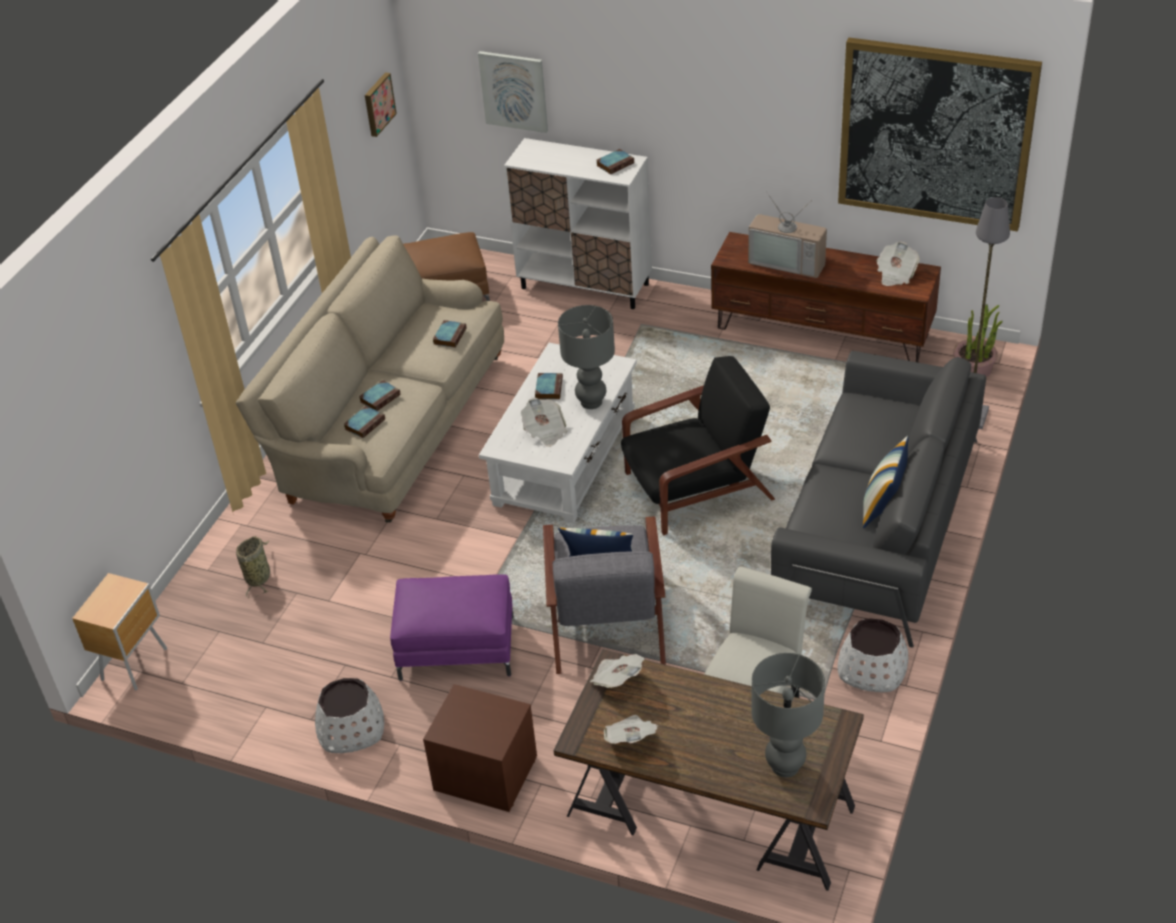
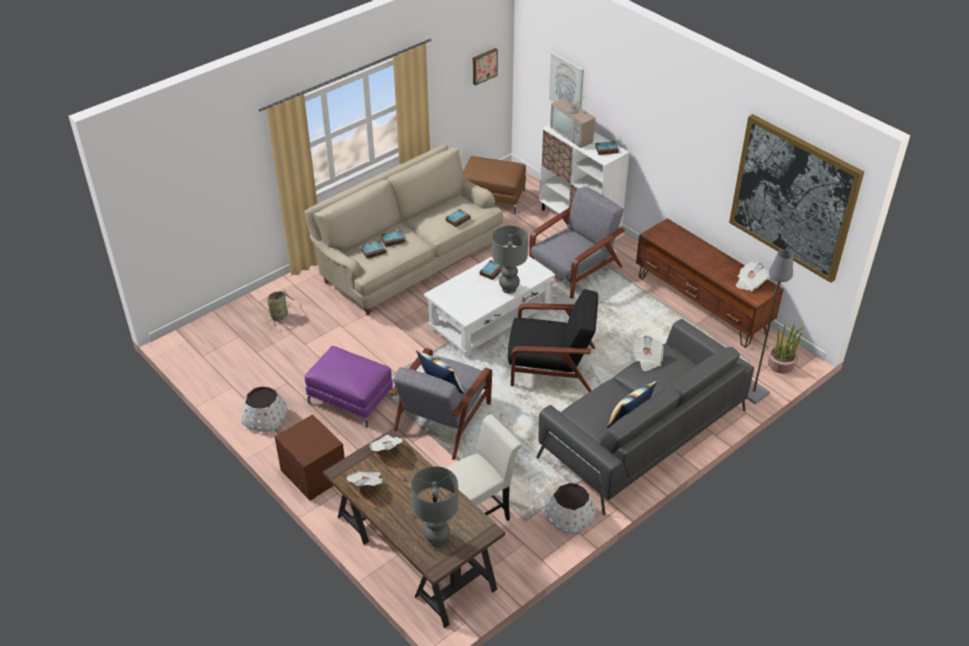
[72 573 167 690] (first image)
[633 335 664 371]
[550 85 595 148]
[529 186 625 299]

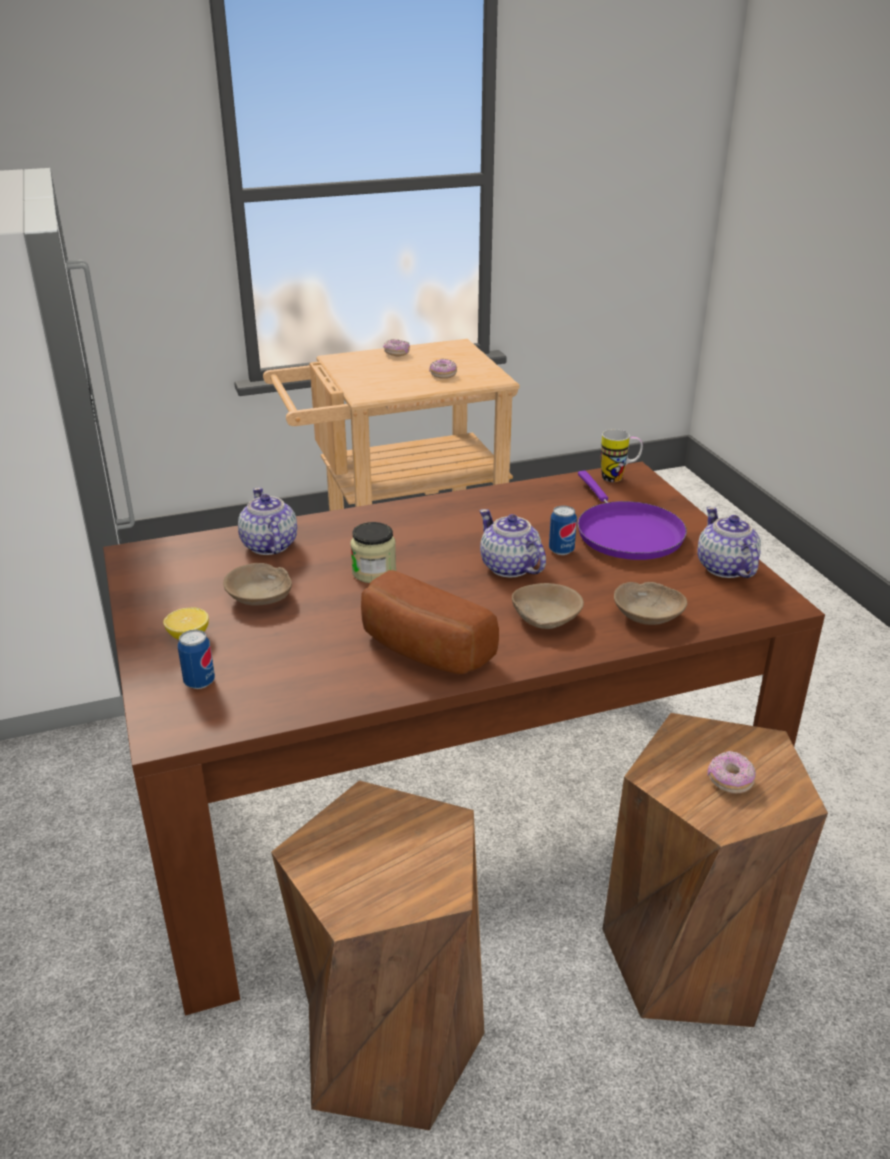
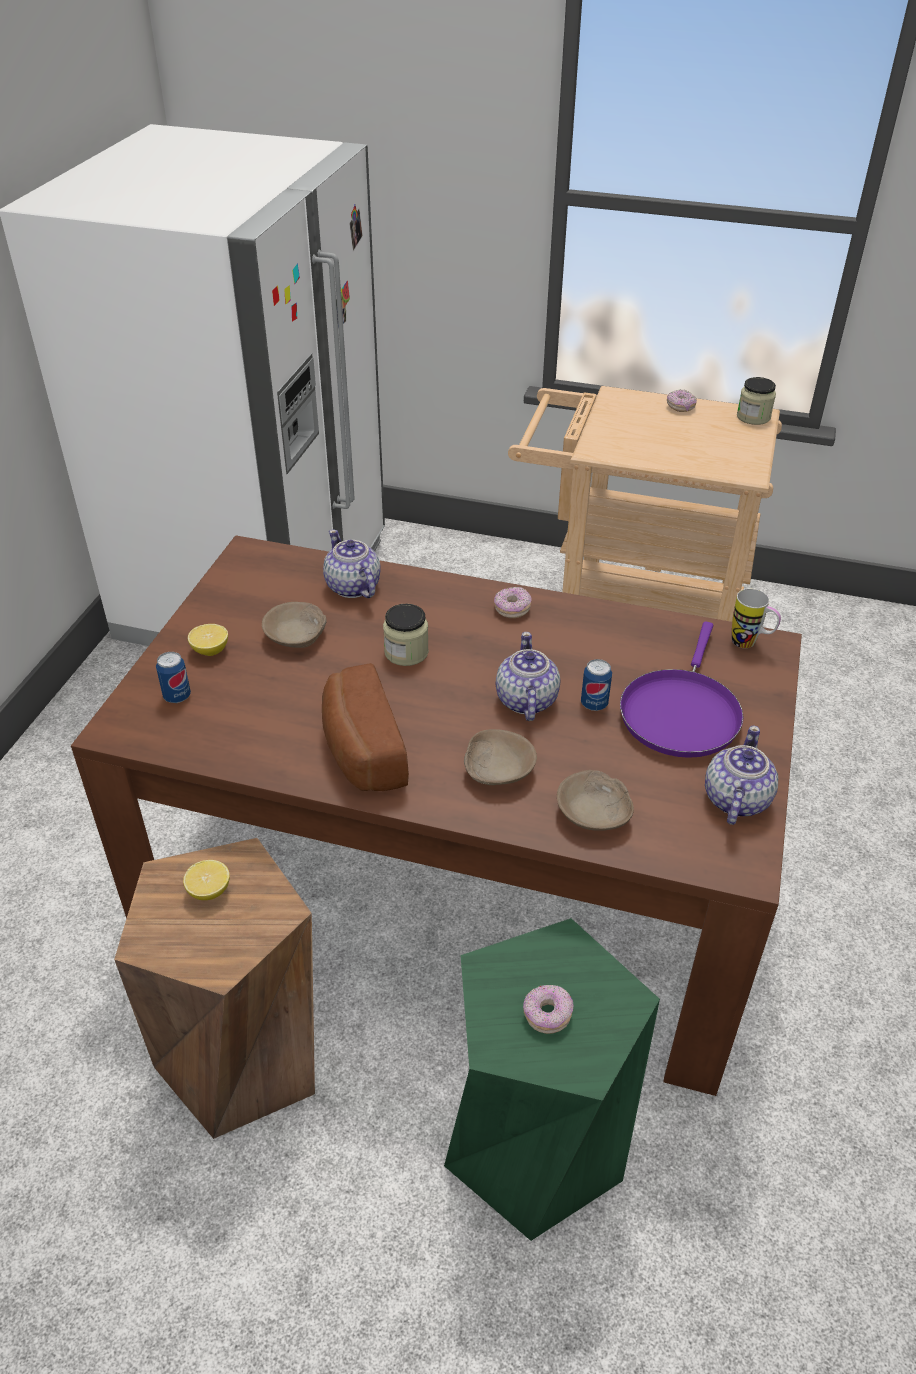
[323 530 381 598]
[494 587 531 618]
[444 918 660 1241]
[183 860 230 900]
[737 377 776 425]

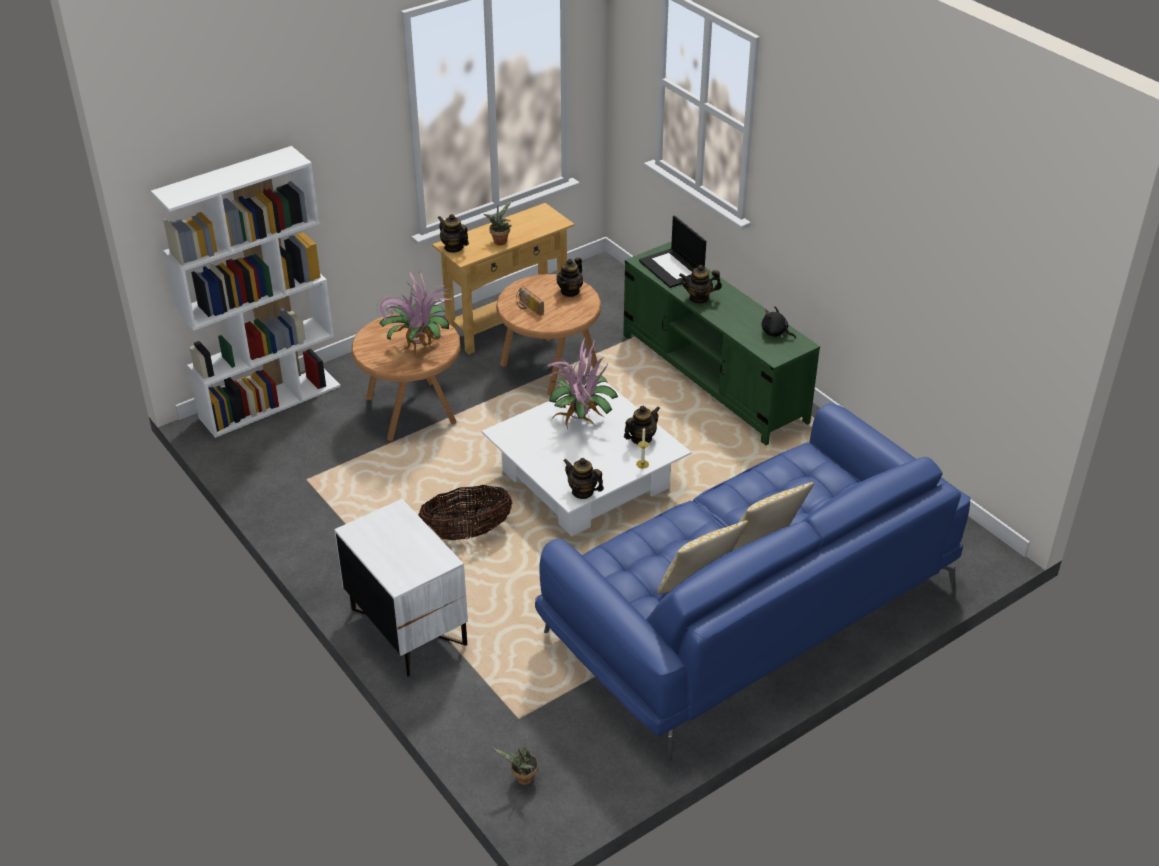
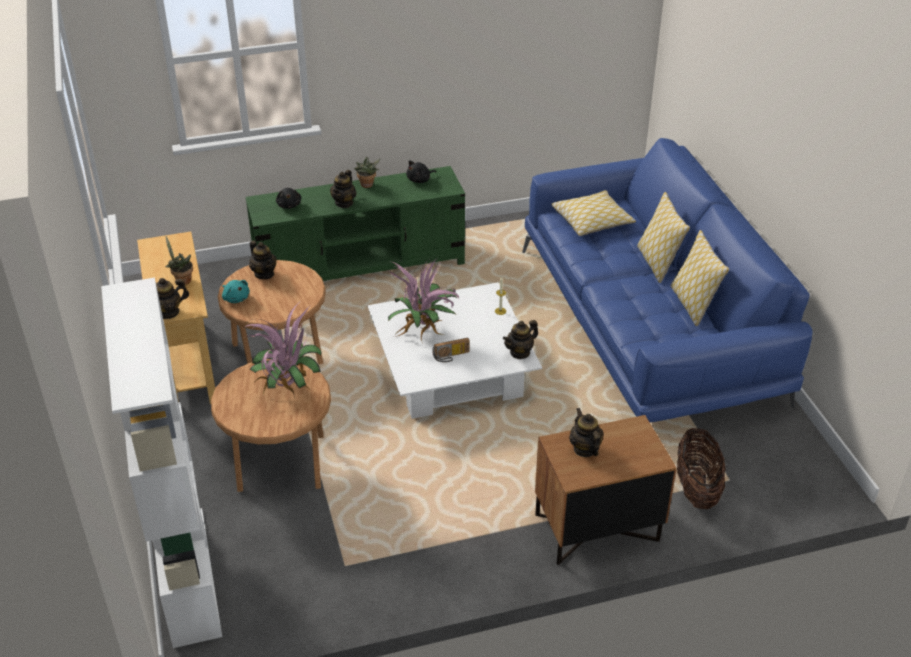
[535 415 677 565]
[677 428 726 509]
[354 157 381 188]
[432 338 470 362]
[569 408 604 457]
[276 188 301 209]
[222 280 250 303]
[551 190 636 236]

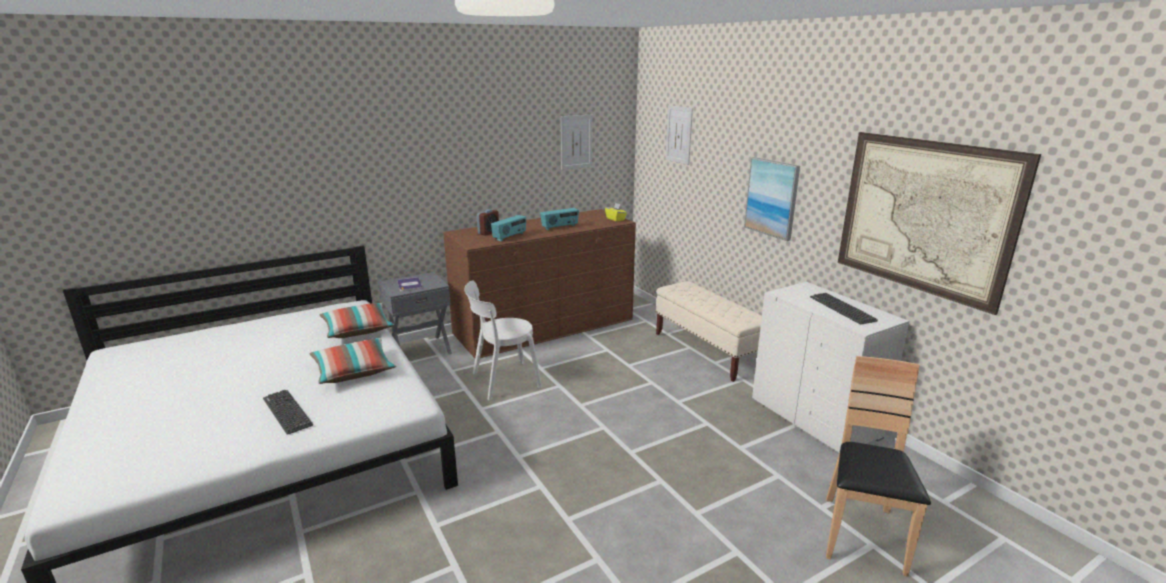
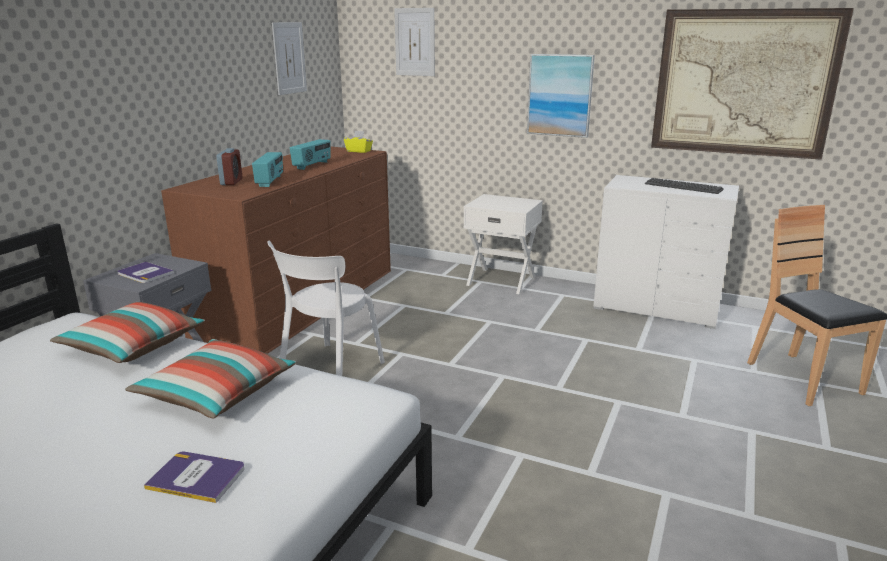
[144 452 244 503]
[464 194 543 294]

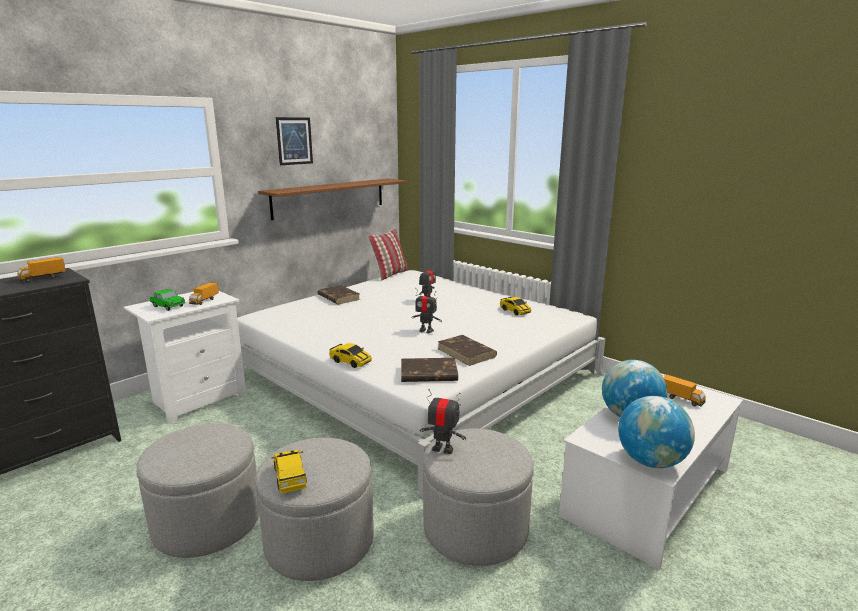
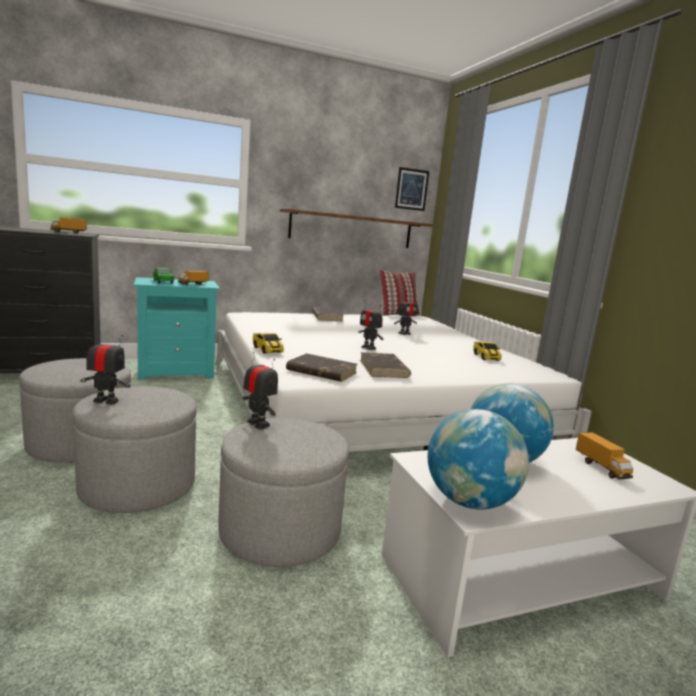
[134 277 220 380]
[80 333 130 404]
[395 167 429 211]

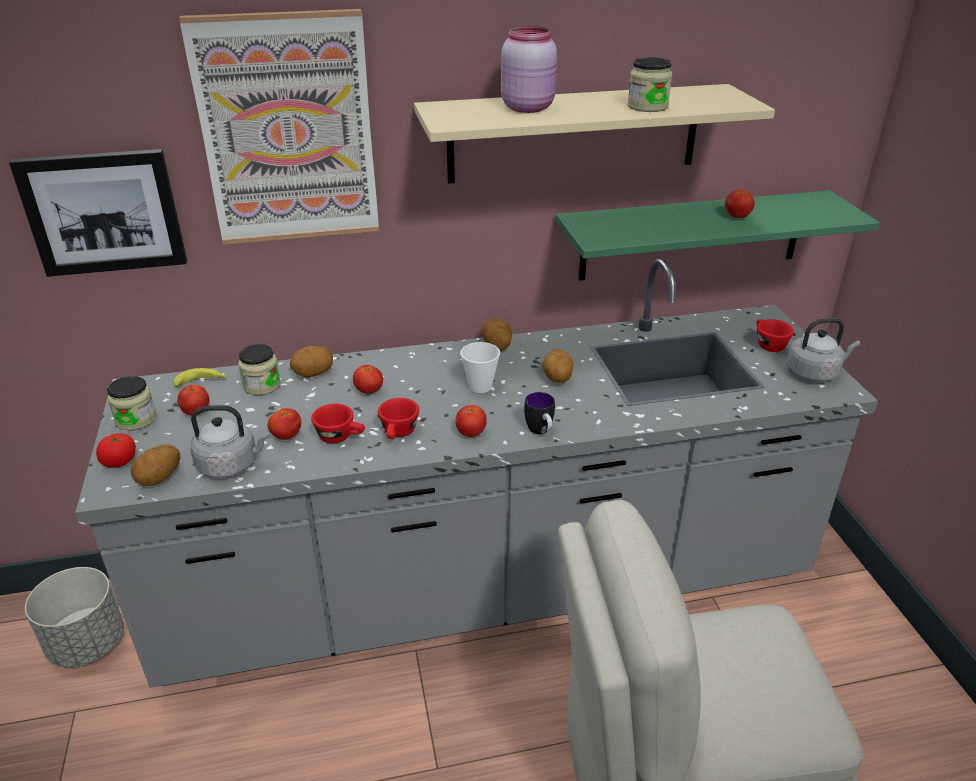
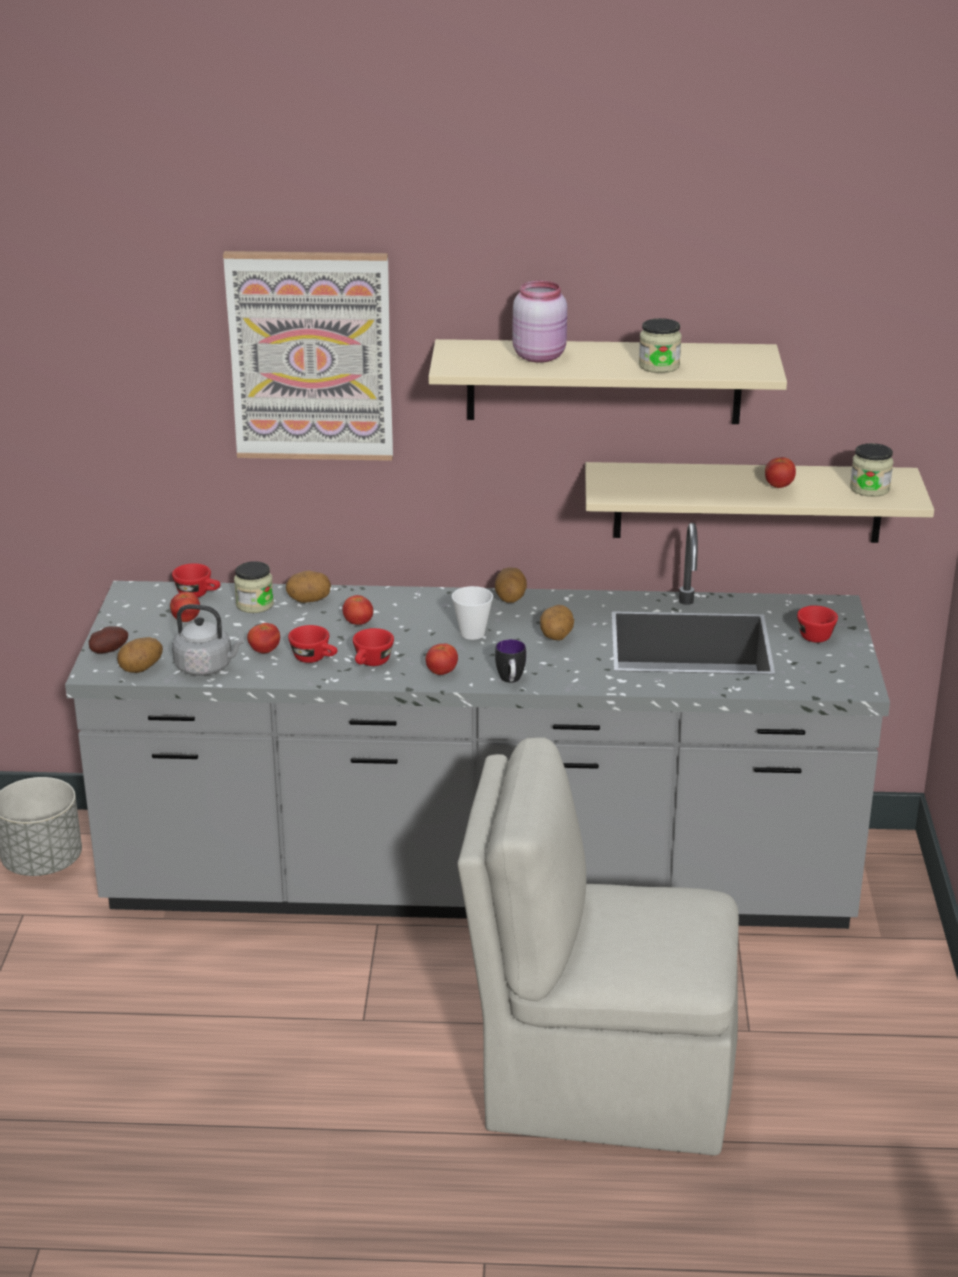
[9 149 187 277] (first image)
[89 626 128 653]
[850 443 893 497]
[172 563 221 597]
[585 462 934 543]
[787 318 860 382] (first image)

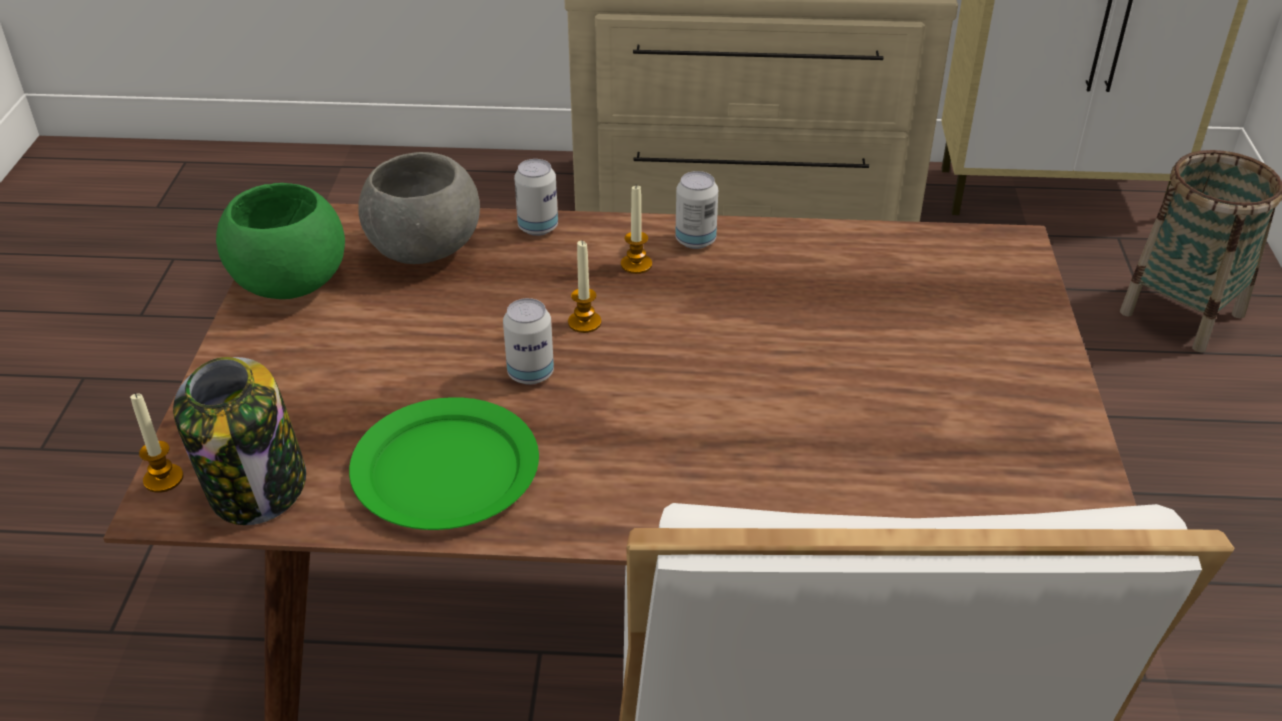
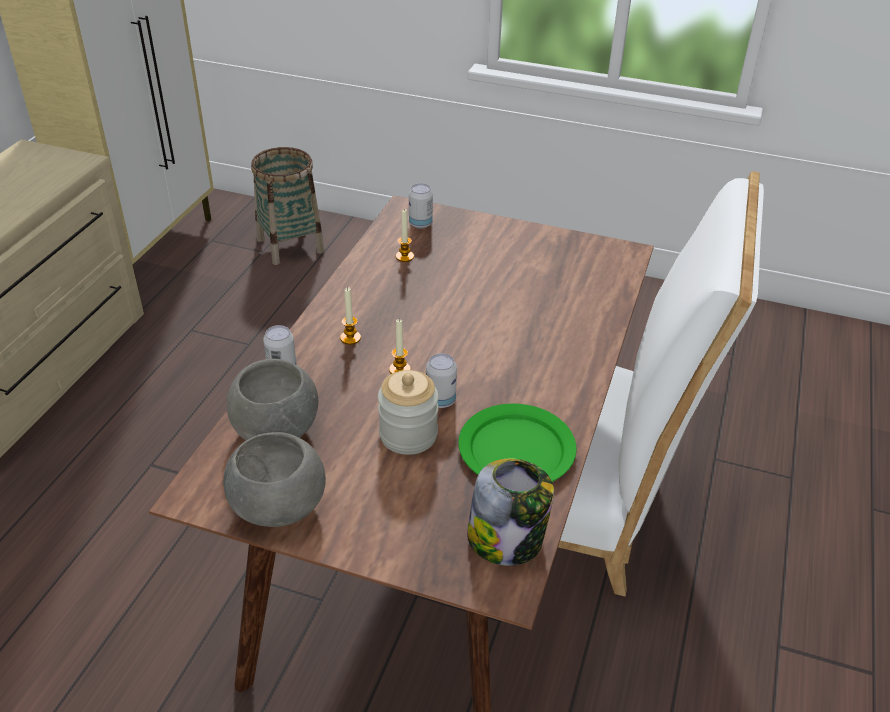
[396 209 414 262]
[223 432 326 527]
[409 183 433 229]
[378 370 439 455]

